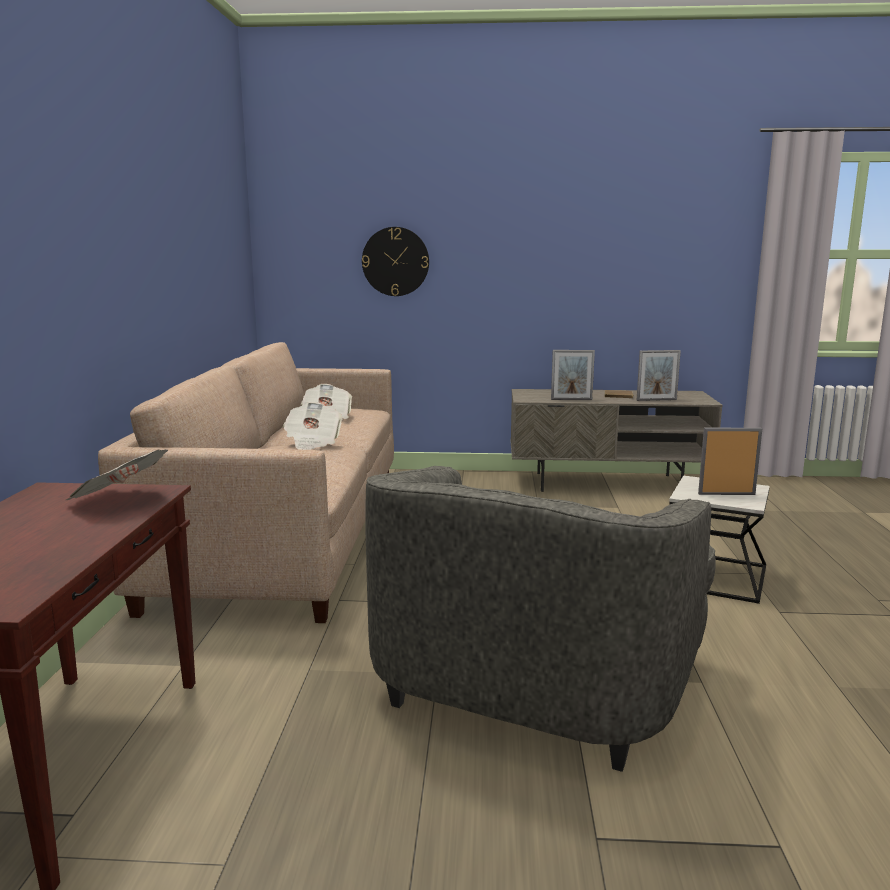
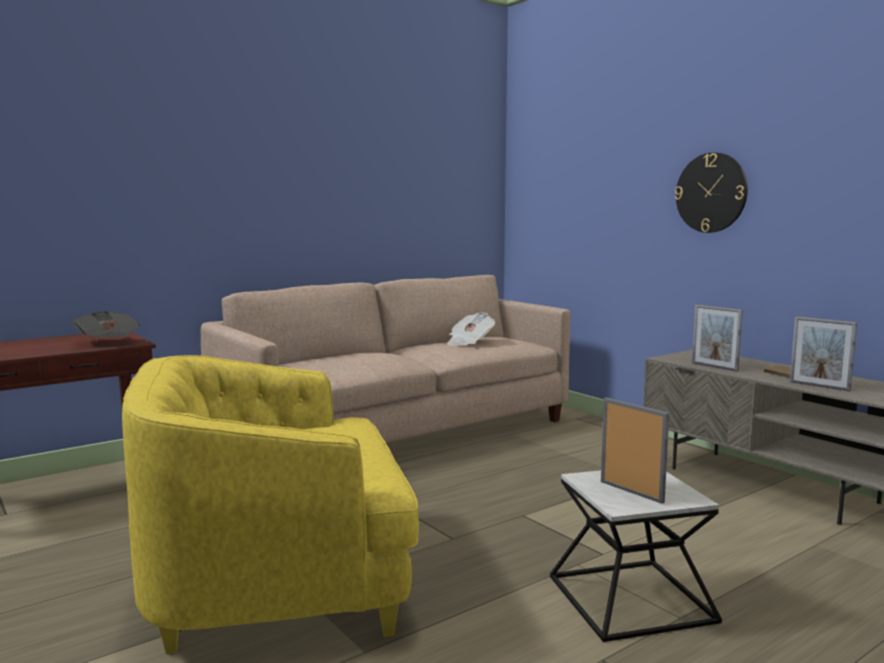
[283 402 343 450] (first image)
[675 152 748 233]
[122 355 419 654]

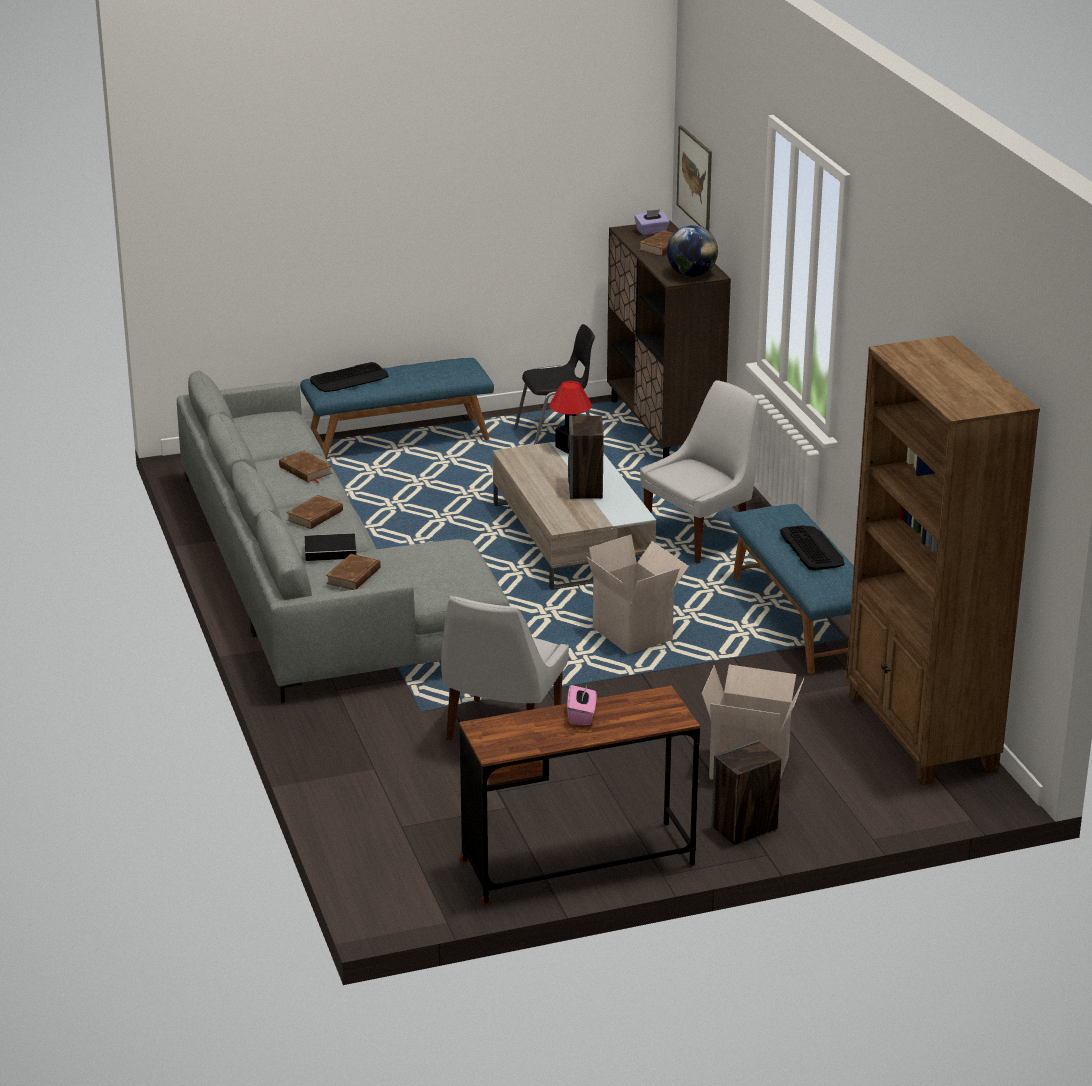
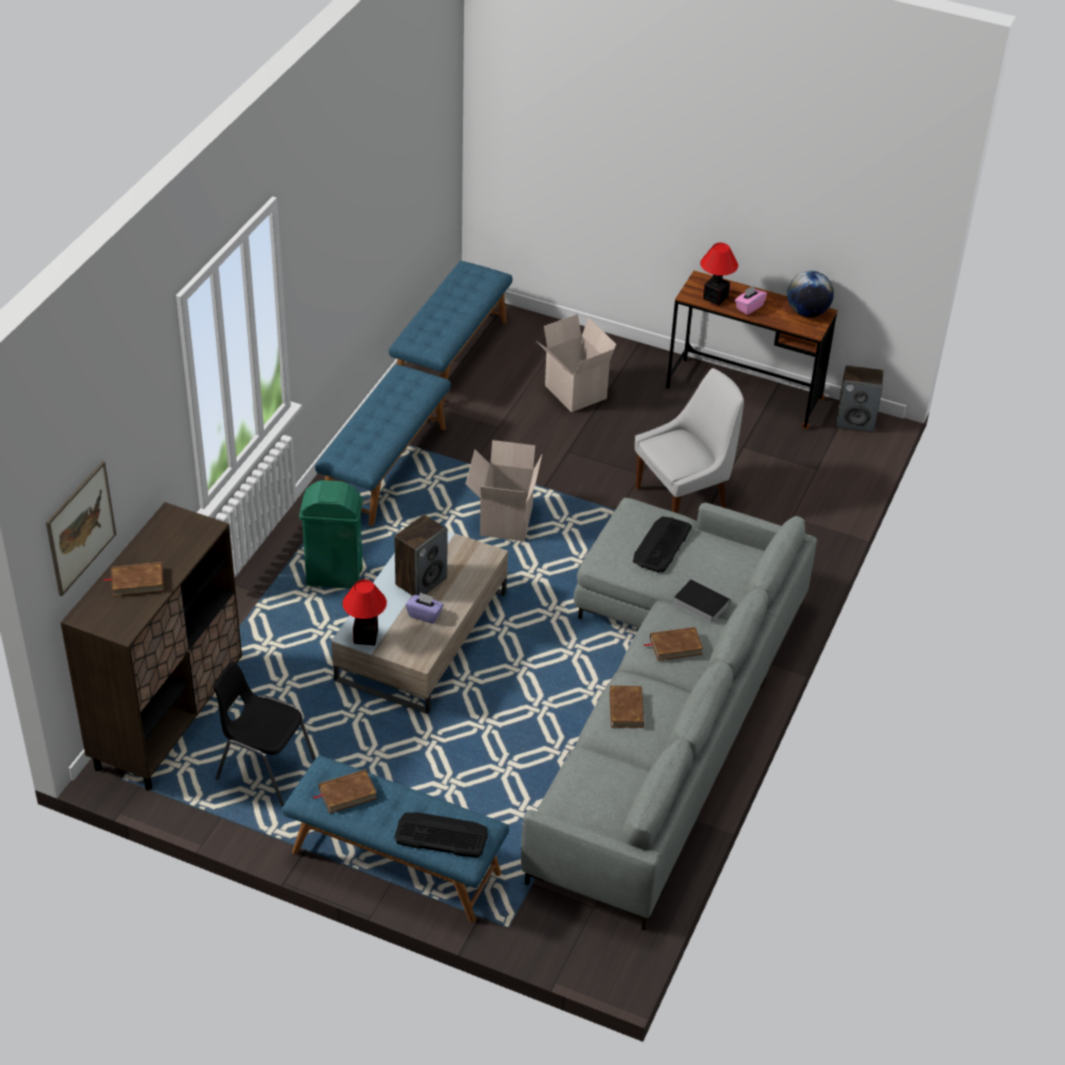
[313 769 377 813]
[406 592 444 624]
[299 480 363 589]
[787 271 834 317]
[836 365 883 433]
[633 517 692 573]
[389 261 513 406]
[700 243 738 306]

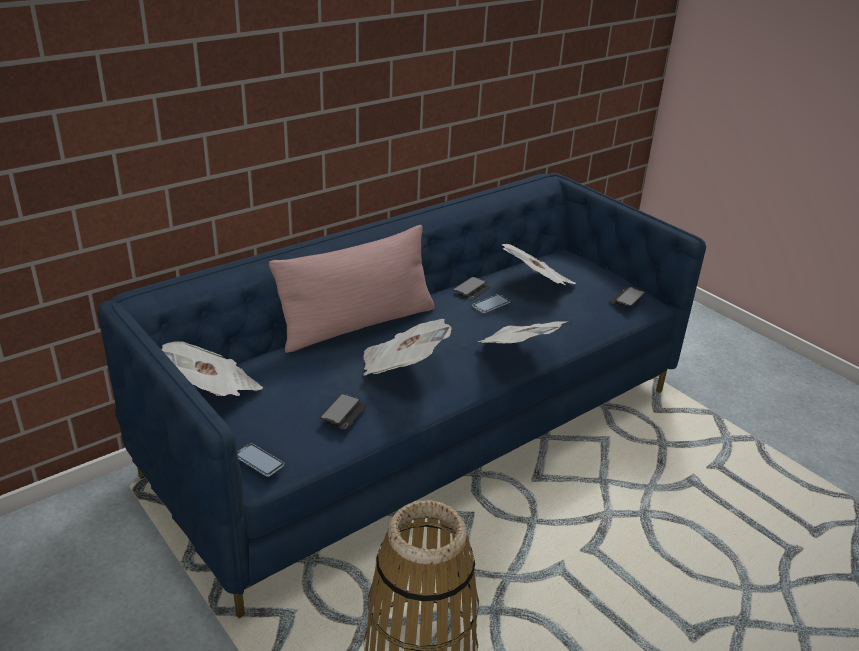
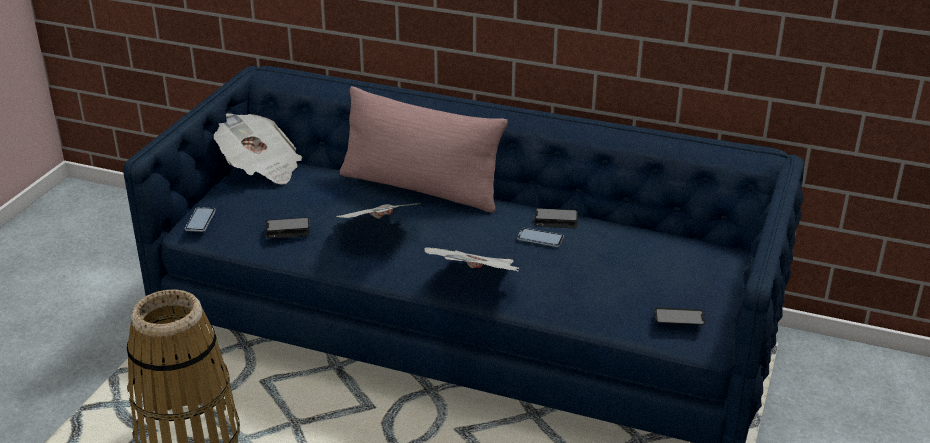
[502 244 576 285] (first image)

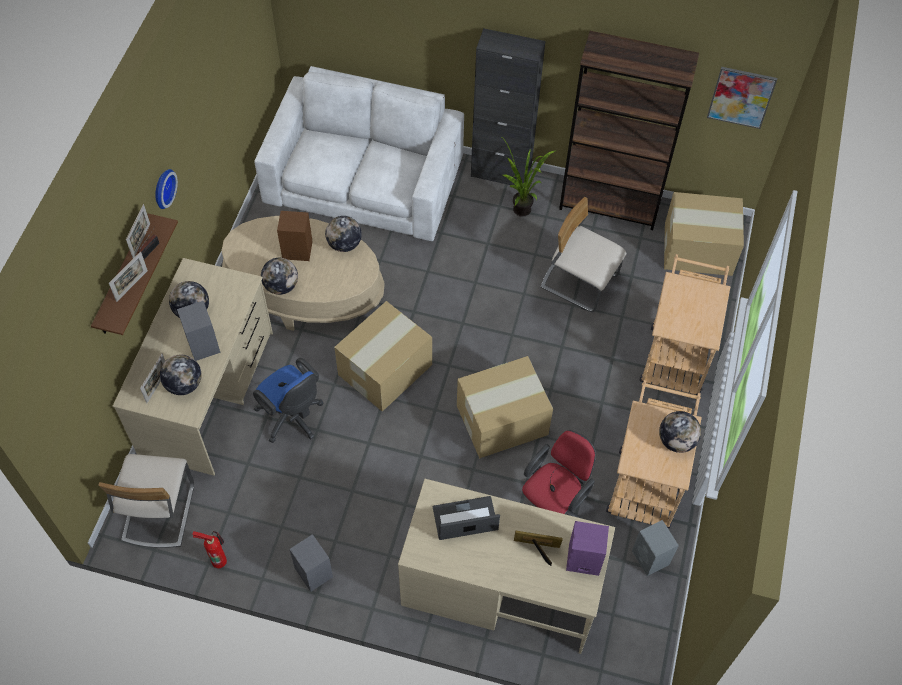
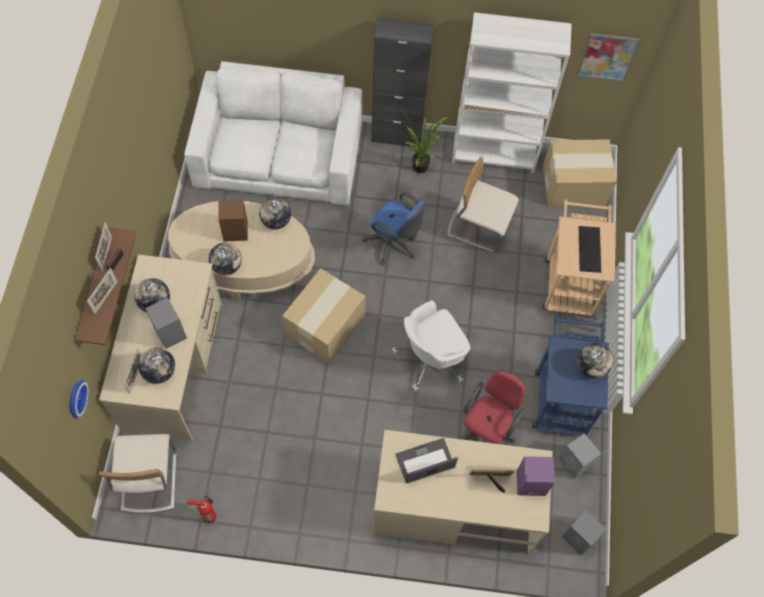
[69 380 89 418]
[362 192 426 265]
[562 510 606 555]
[391 301 470 392]
[452 12 572 173]
[532 316 609 436]
[579 226 601 273]

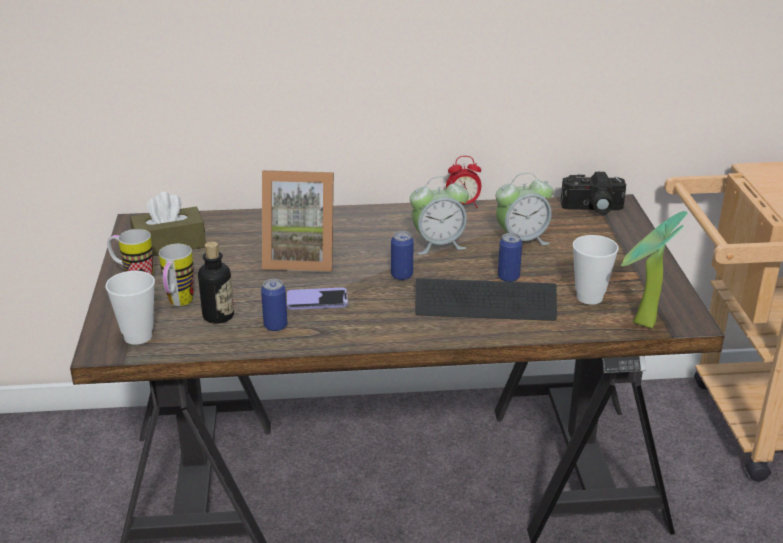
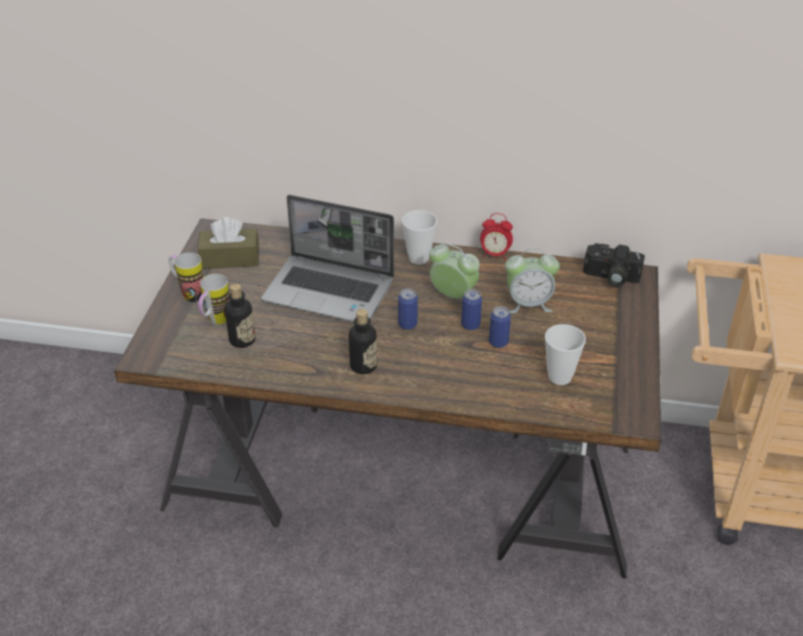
[402 210 437 264]
[461 289 482 330]
[261 195 394 322]
[287 288 348 310] (first image)
[429 244 480 299]
[415 278 557 321] (first image)
[621 211 688 328] (first image)
[349 309 377 374]

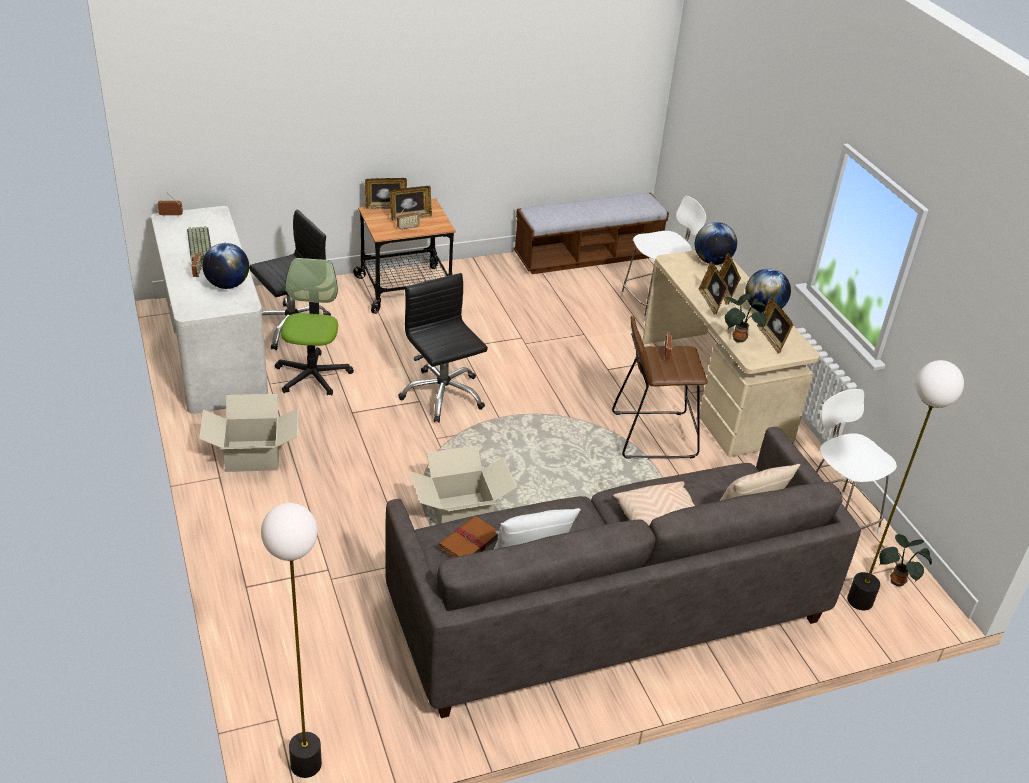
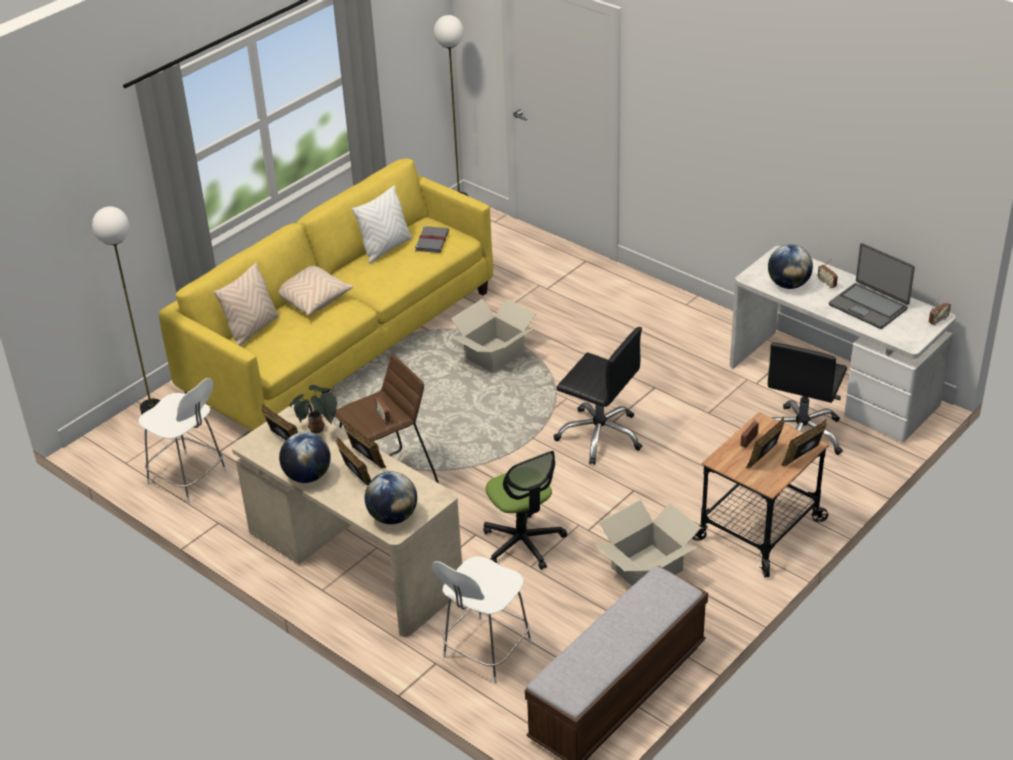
[829 243 915 329]
[595 499 701 586]
[483 451 567 570]
[159 159 493 431]
[415 226 449 253]
[879 534 932 586] (first image)

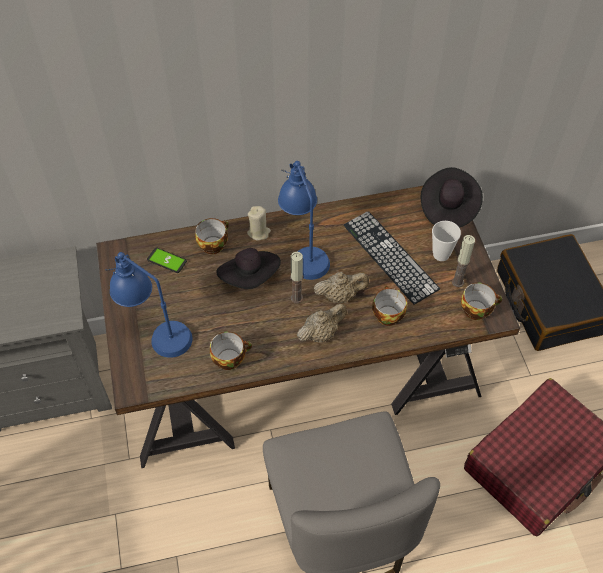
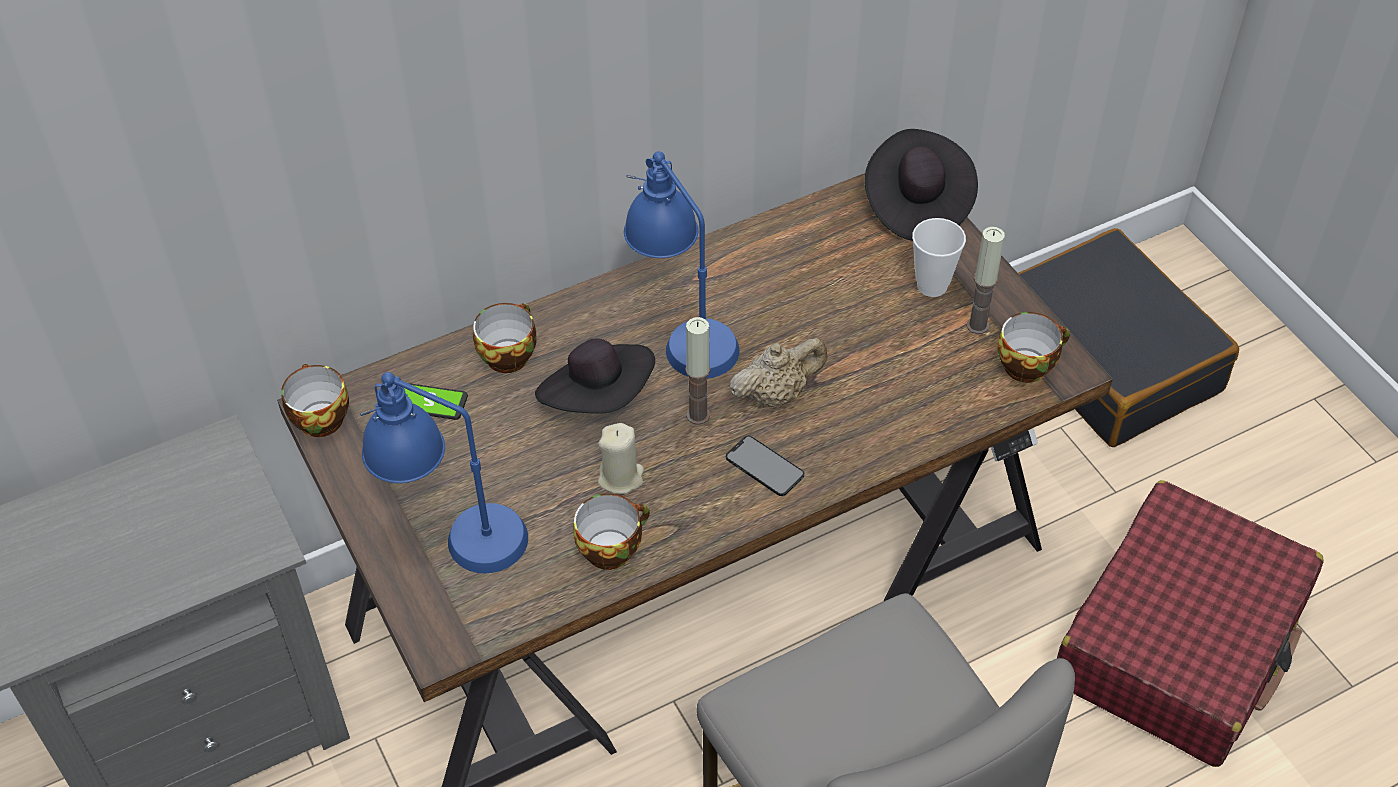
[598 423 644 494]
[726 436 804 496]
[344 211 440 305] (first image)
[281 364 349 437]

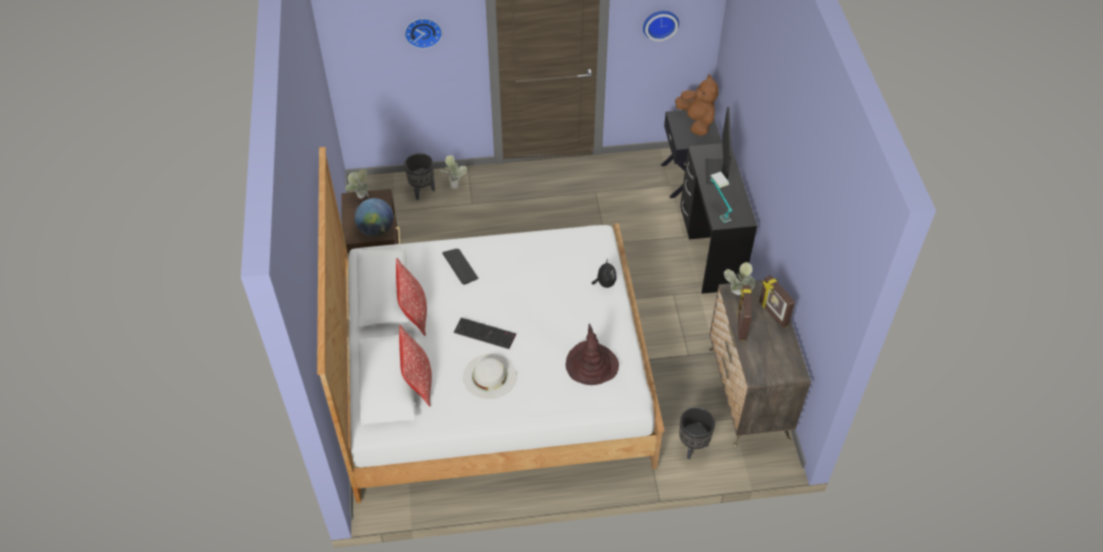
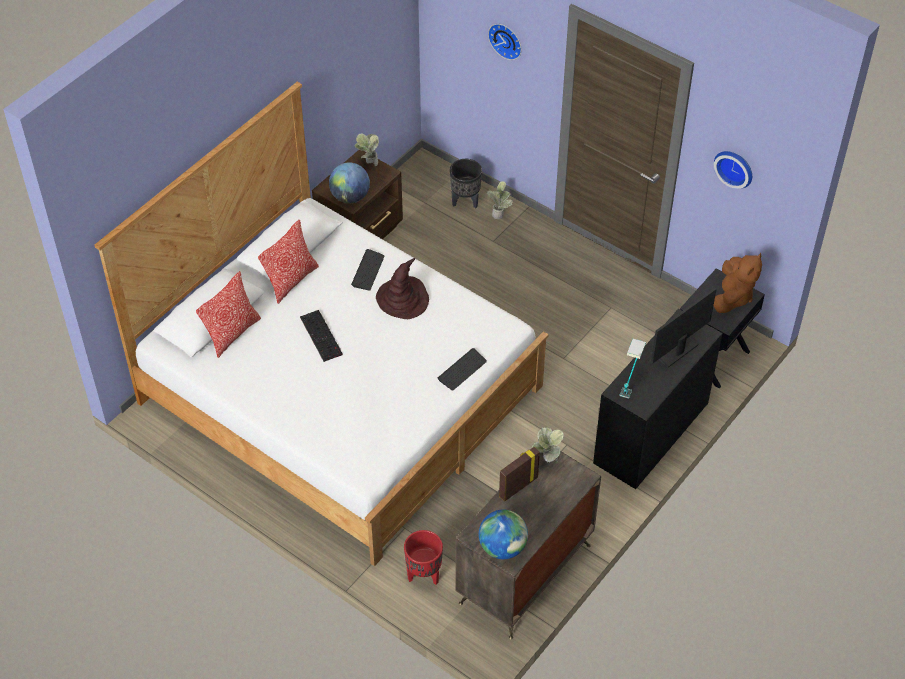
[463 354 517 399] (first image)
[376 258 429 319]
[438 348 487 391]
[404 530 443 585]
[759 275 795 328] (first image)
[479 509 528 559]

